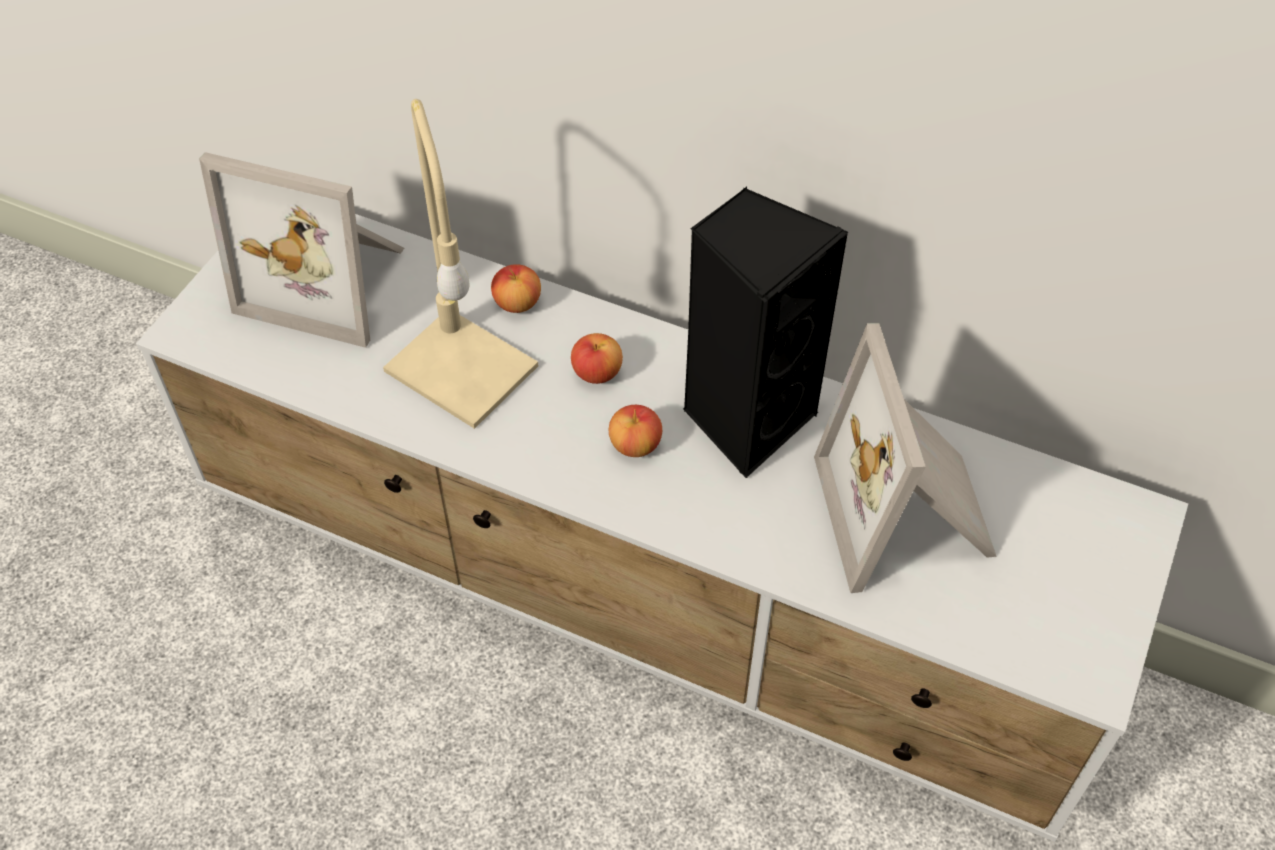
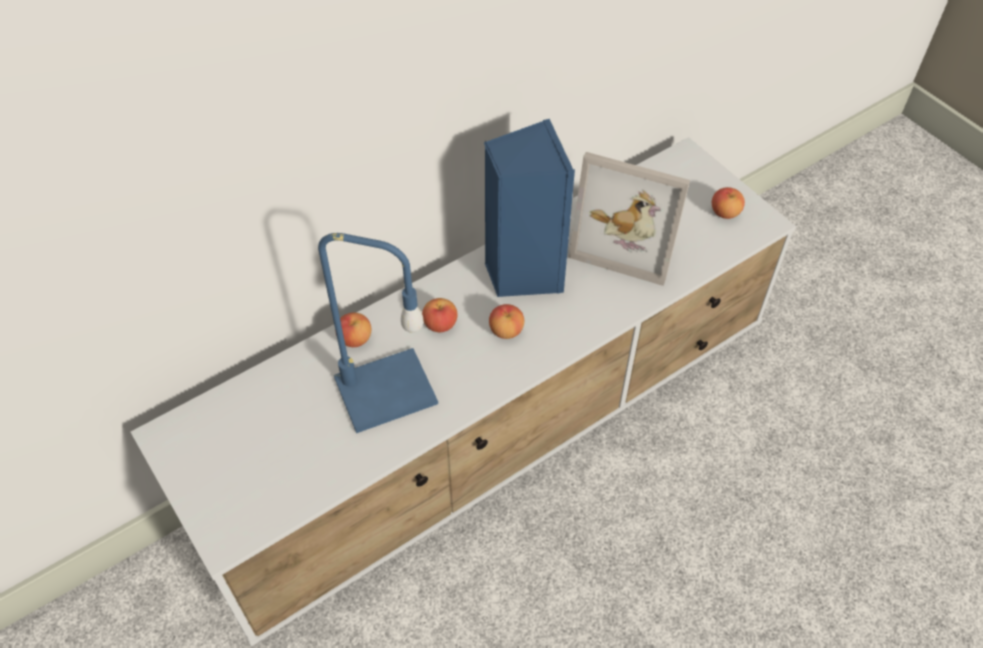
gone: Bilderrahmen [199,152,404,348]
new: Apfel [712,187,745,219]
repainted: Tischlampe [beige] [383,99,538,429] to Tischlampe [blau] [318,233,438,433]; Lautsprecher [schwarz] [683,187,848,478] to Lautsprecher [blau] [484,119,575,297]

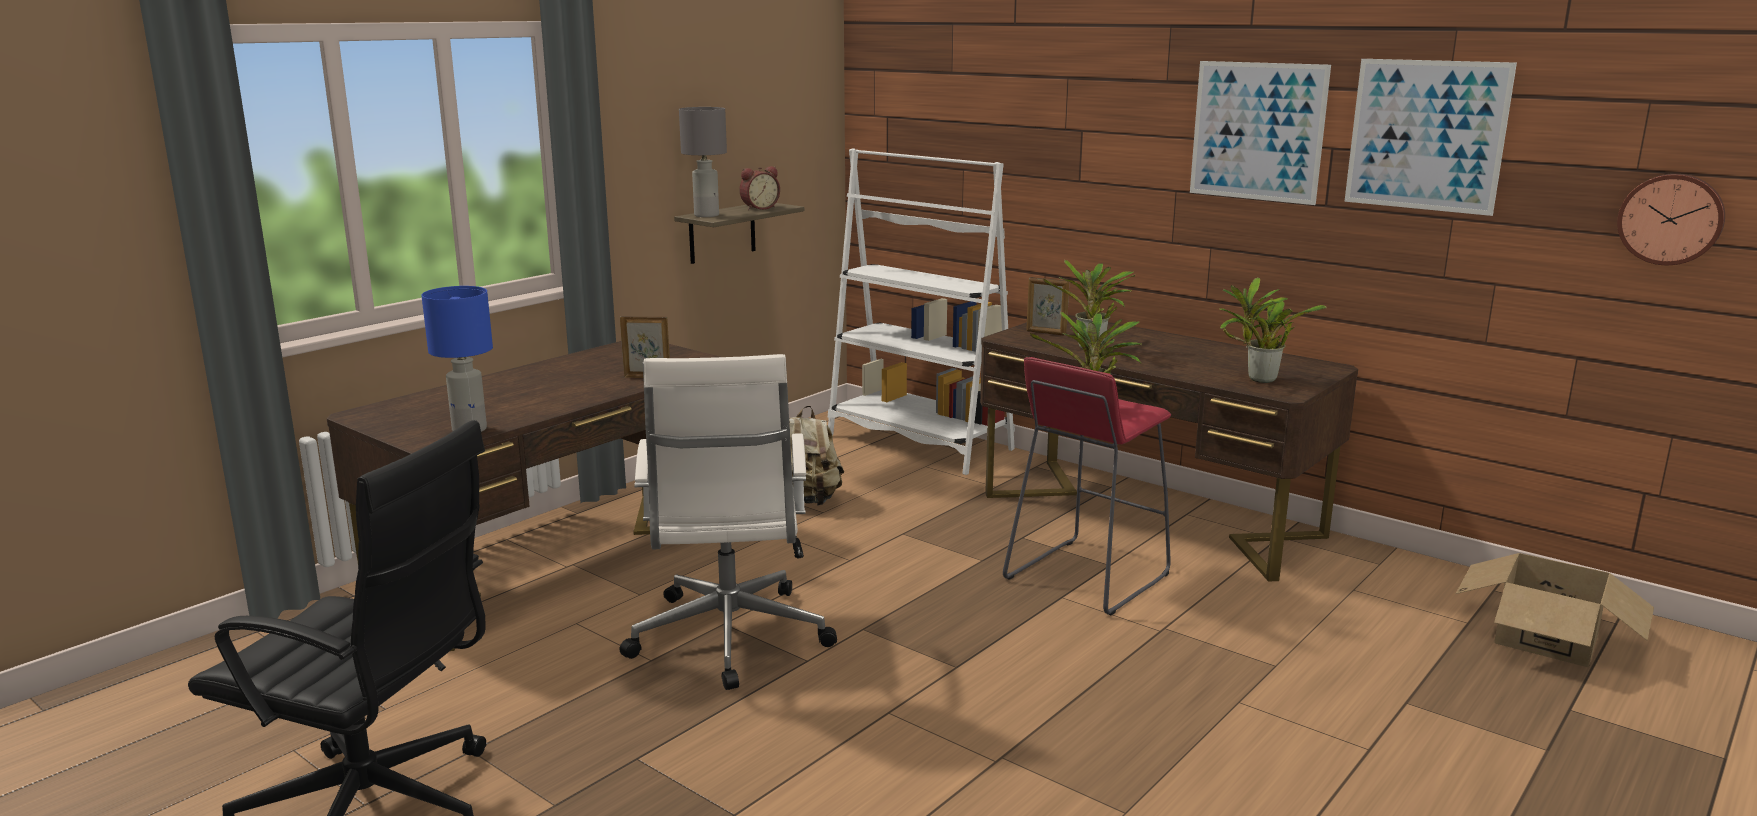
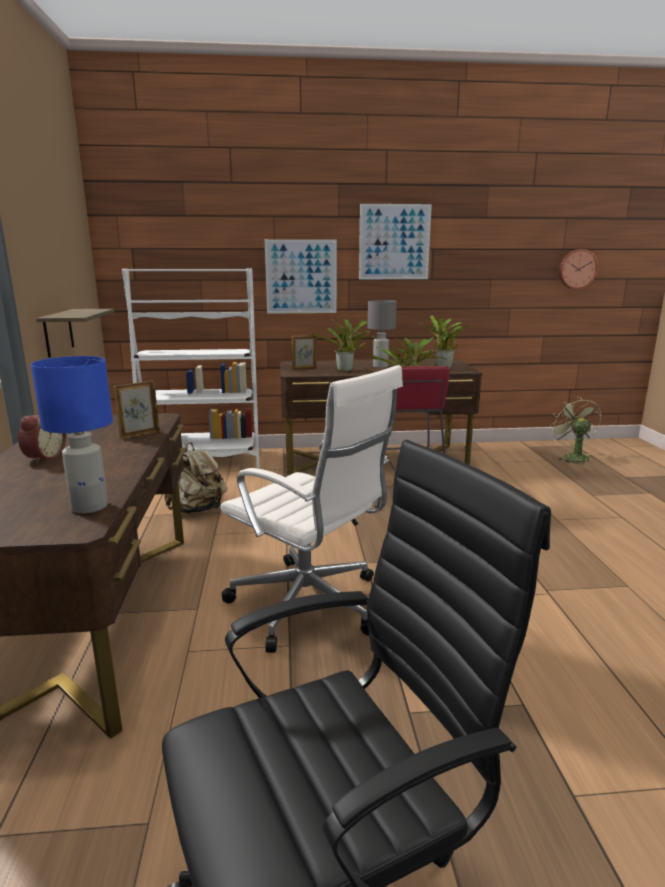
shifted: Bild [1344,59,1517,216] to [265,239,337,314]; Tischlampe [grau] [679,107,727,217] to [368,300,397,368]; Wecker [739,166,780,210] to [18,413,66,464]
swapped: Karton [1456,553,1654,667] to Ventilator [grün] [551,397,601,465]

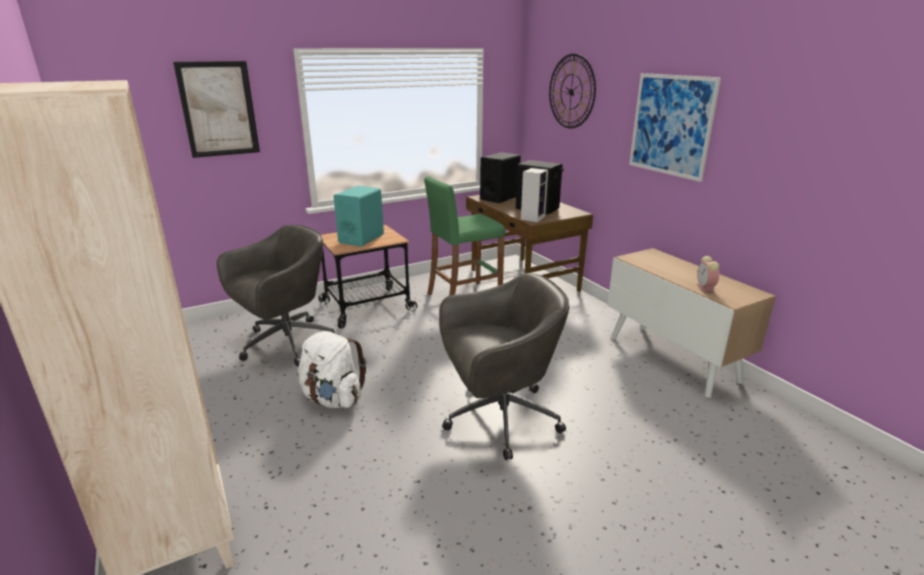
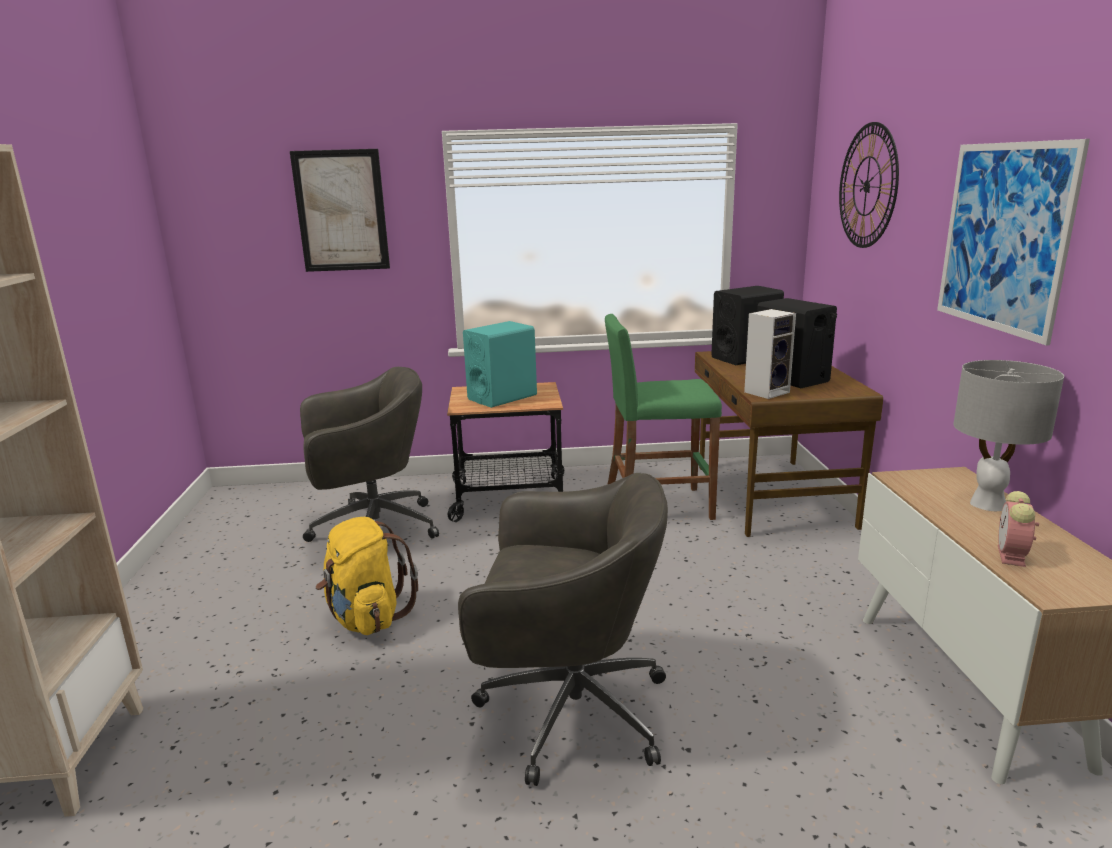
new: Tischlampe [grau] [953,360,1064,511]
repainted: Rucksack [weiß] [298,331,366,408] to Rucksack [gelb] [316,517,418,635]

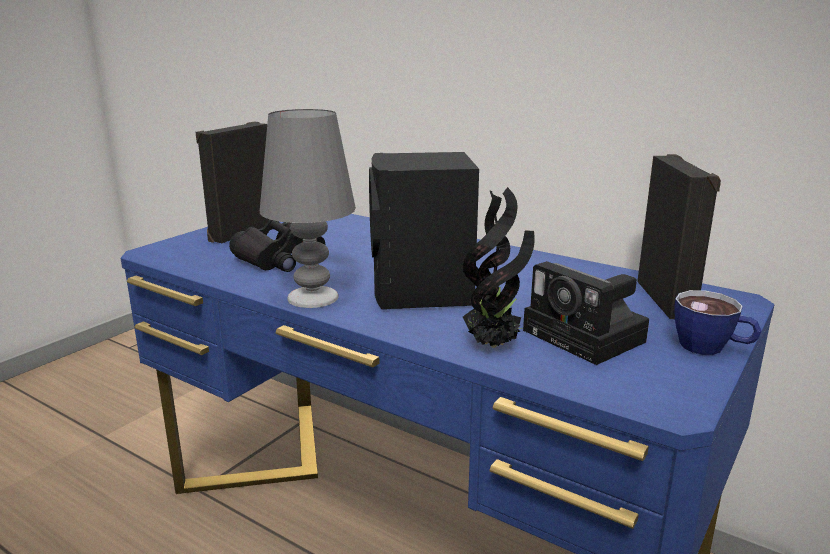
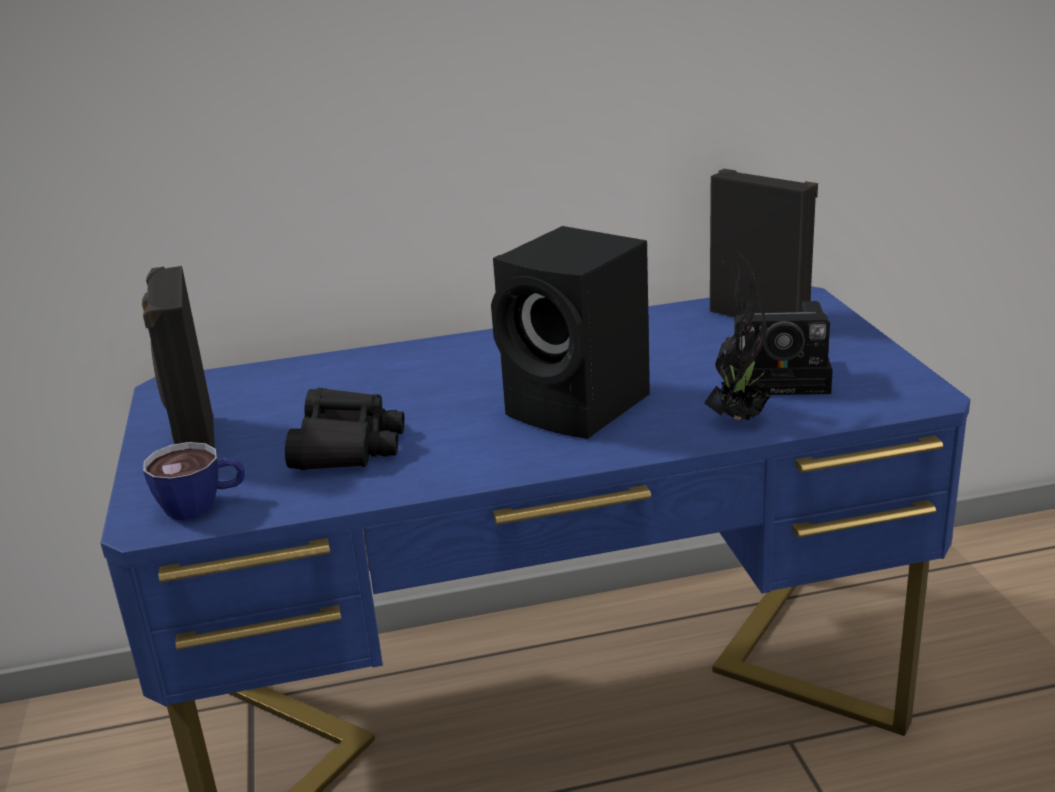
gone: Tischlampe [grau] [260,109,356,308]
shifted: Tasse [674,290,762,355] to [143,442,245,521]

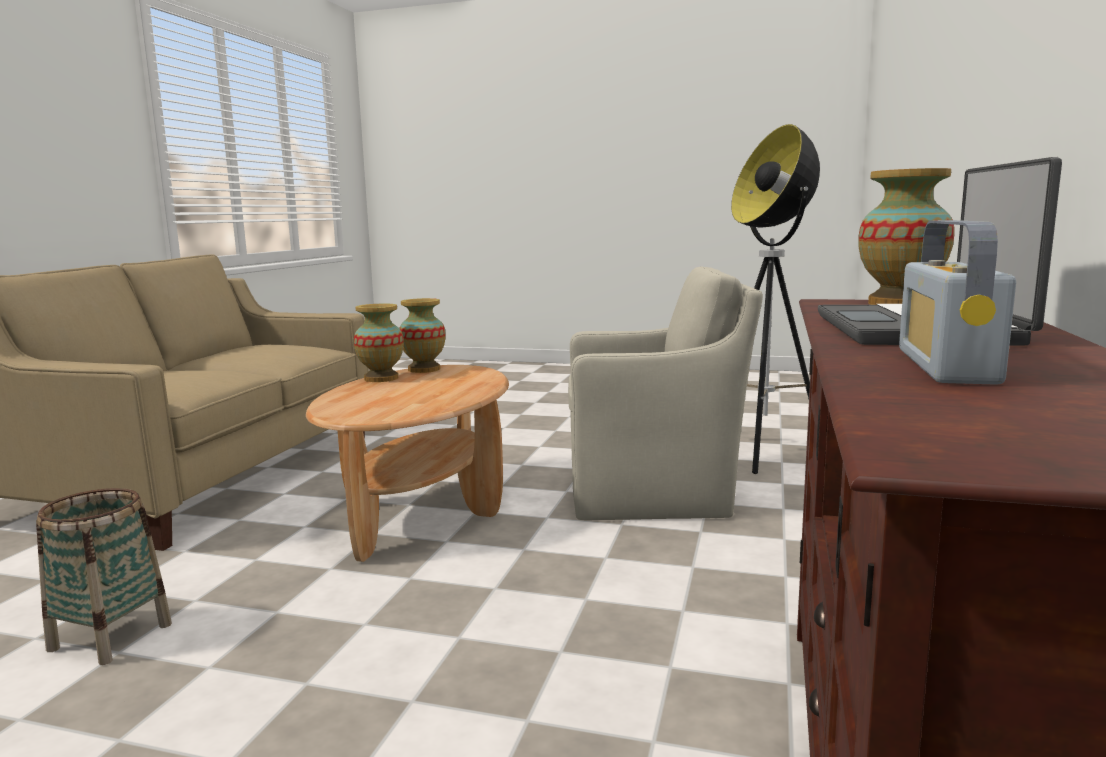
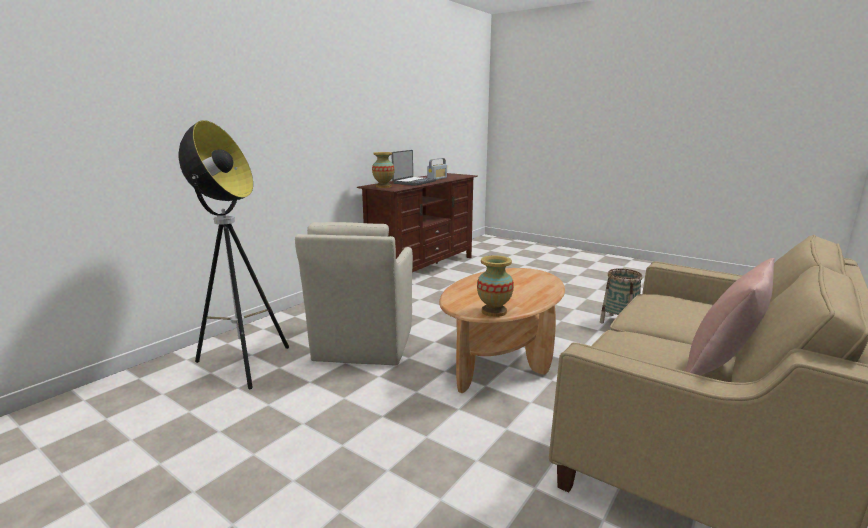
gone: Vase [354,304,404,382]
new: Kissen [rosa] [685,258,775,376]
rotated: Sessel [beige] [568,266,763,520] = [295,222,413,365] 105 degrees counterclockwise

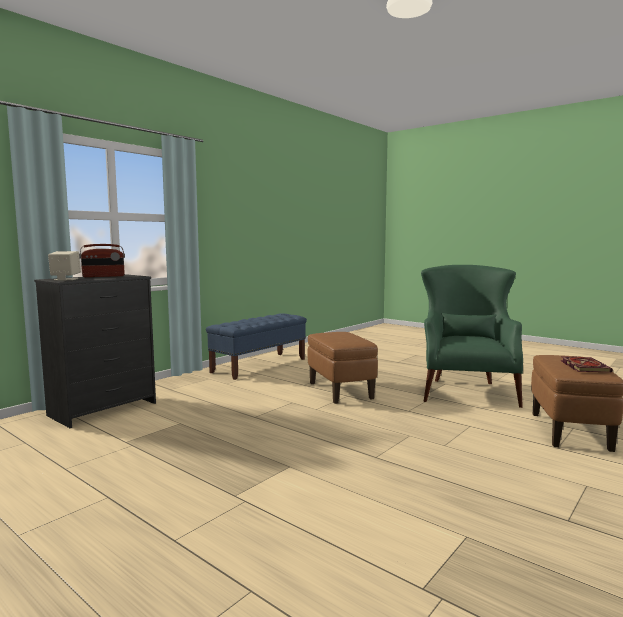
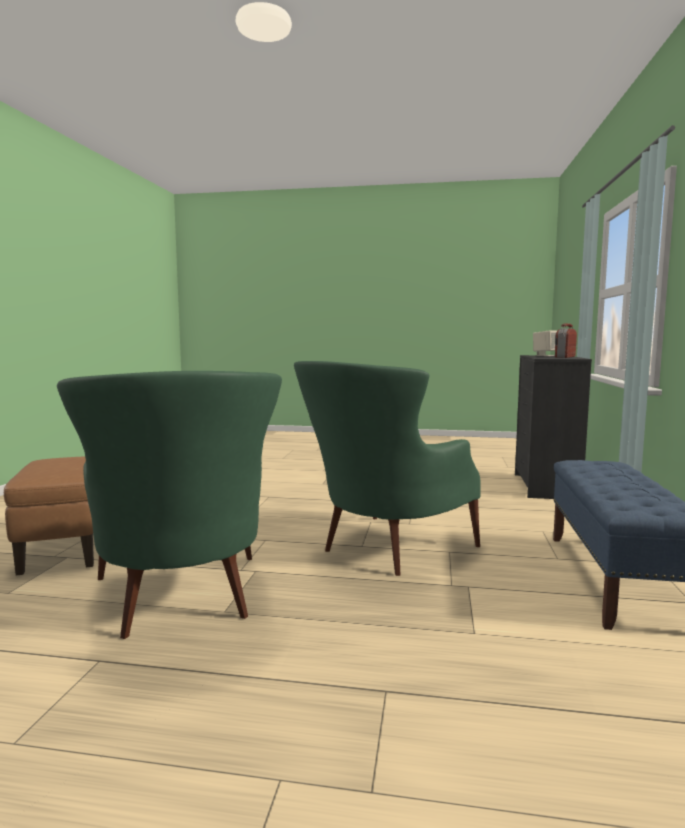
gone: Buch [560,356,613,372]
swapped: Polsterhocker [braun] [308,332,378,404] to Sessel [grün] [294,361,481,576]

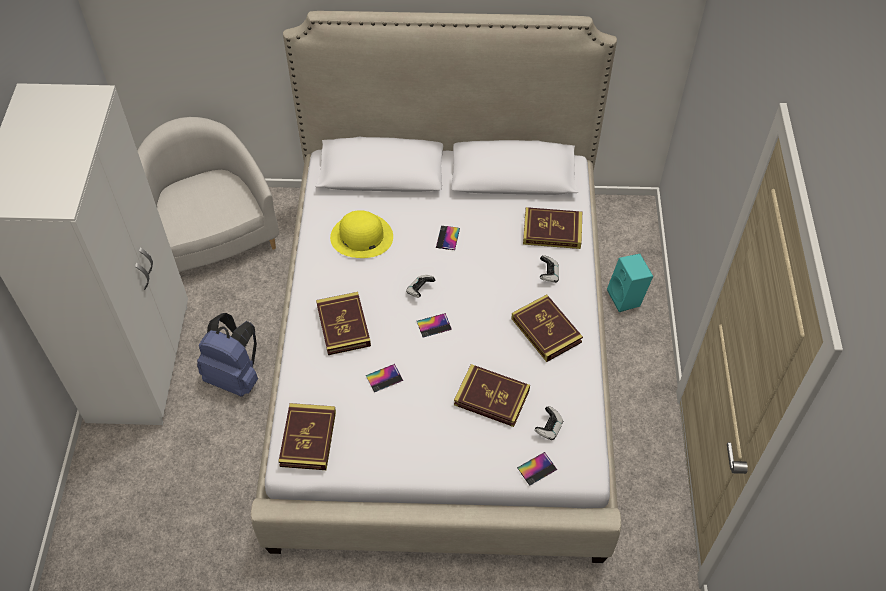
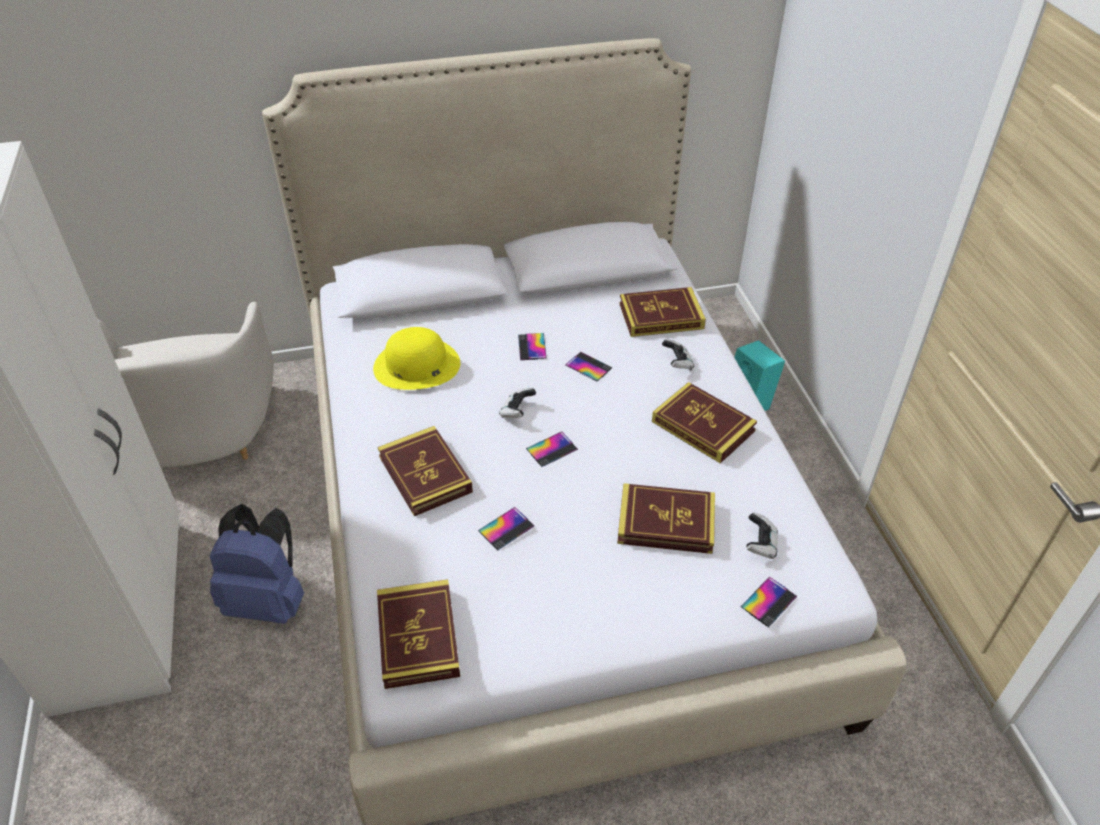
new: Handy [565,352,612,381]
rotated: Sessel [weiß] [137,117,279,272] = [98,302,274,467] 150 degrees counterclockwise

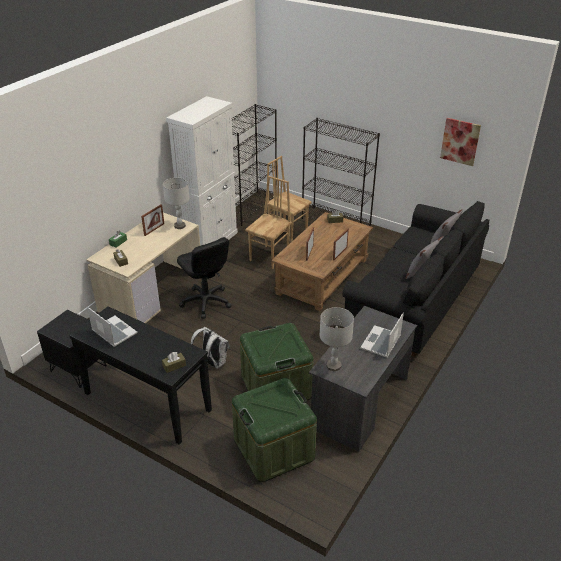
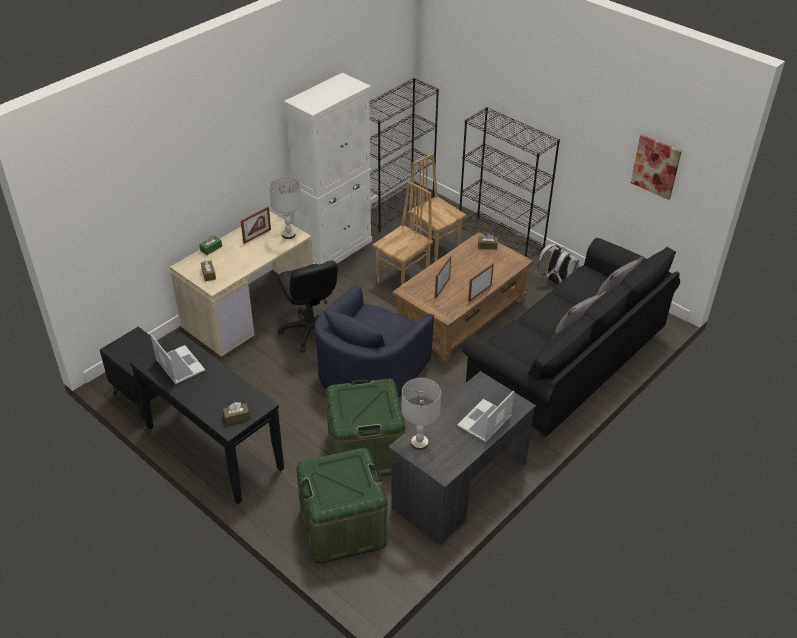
new: Sessel [blau] [315,285,434,397]
shifted: Rucksack [weiß] [191,327,230,369] to [537,243,579,285]

